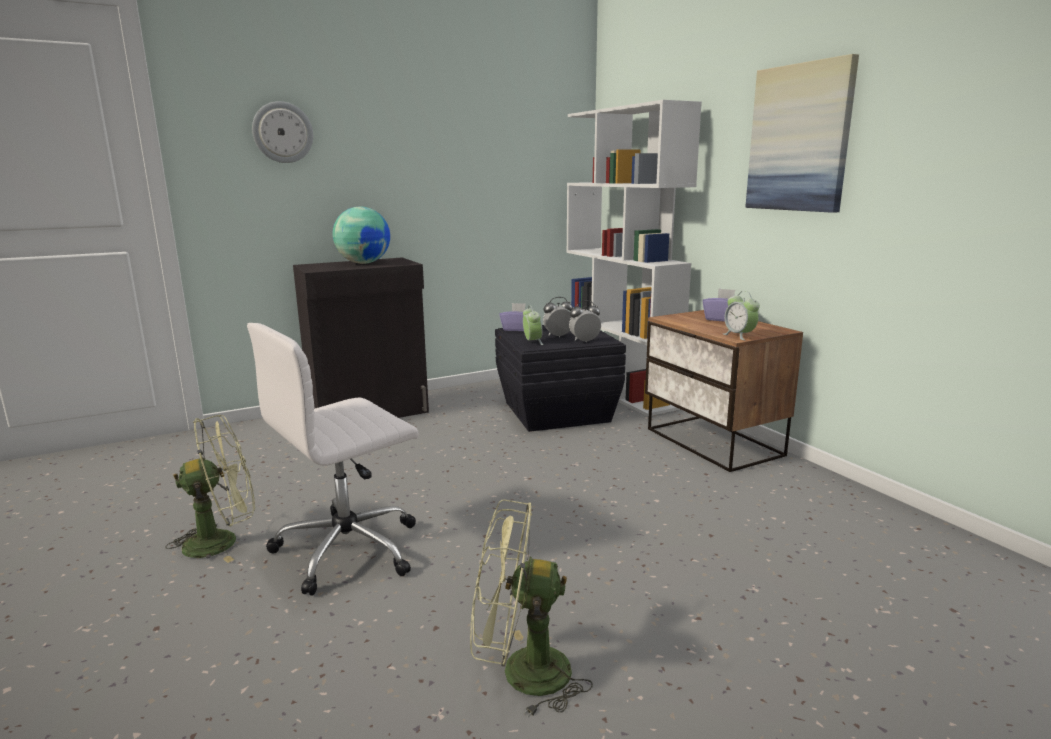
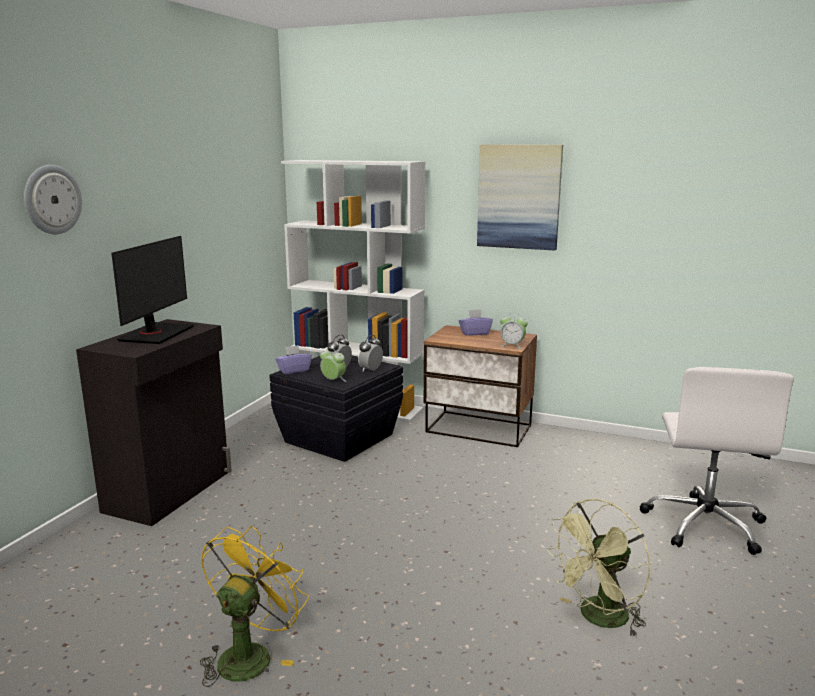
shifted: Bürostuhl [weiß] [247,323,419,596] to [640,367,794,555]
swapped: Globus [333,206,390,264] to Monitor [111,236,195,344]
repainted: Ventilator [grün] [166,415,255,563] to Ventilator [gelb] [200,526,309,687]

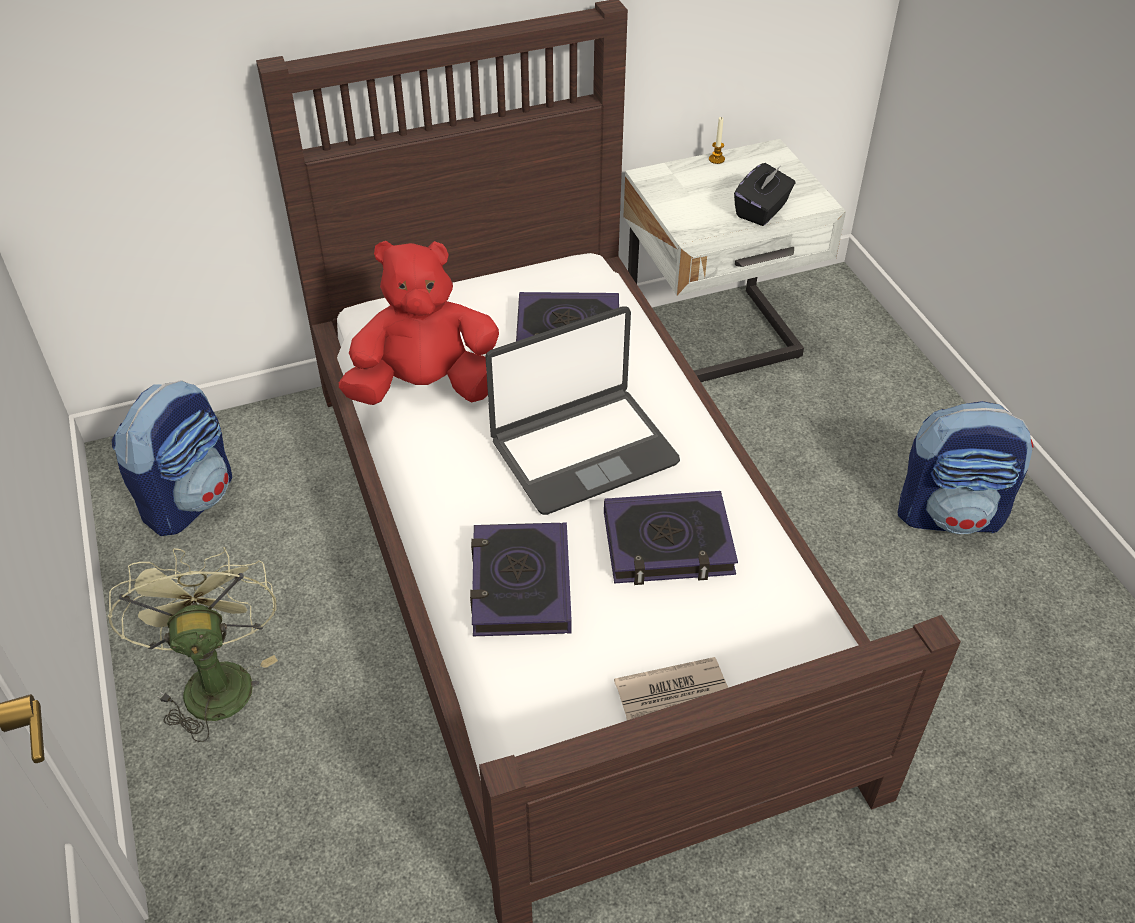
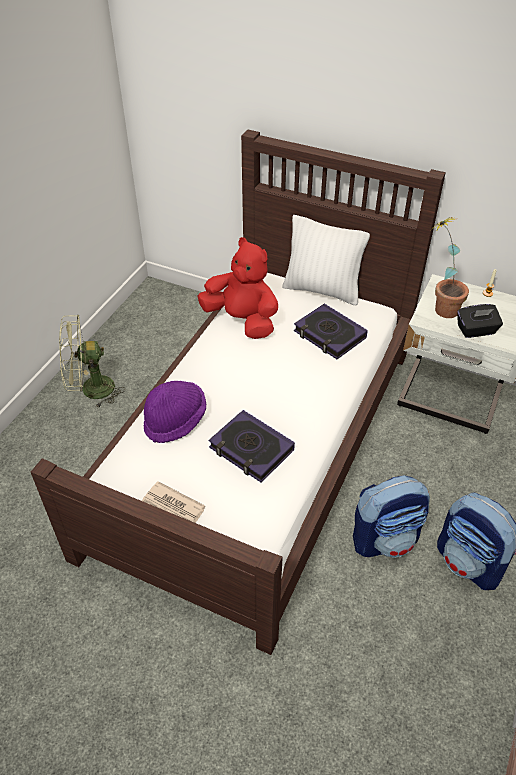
gone: Laptop [485,306,680,515]
new: Kissen [weiß] [282,215,370,305]; Topfpflanze [430,217,469,318]
shifted: Rucksack [112,380,232,536] to [353,475,430,558]
swapped: Buch [470,522,572,636] to Hut [lila] [144,381,206,443]
rotated: Ventilator [grün] [108,547,278,742] = [59,315,125,409] 135 degrees counterclockwise

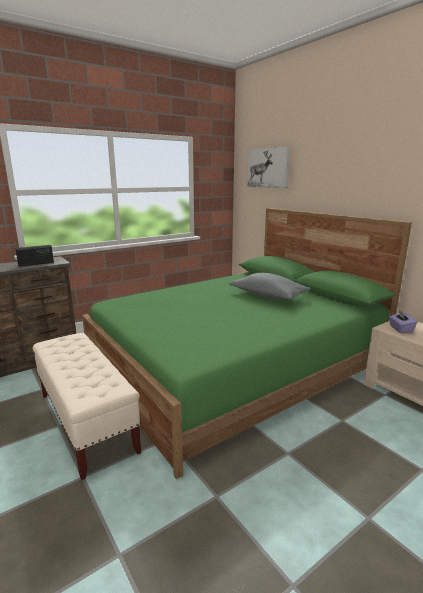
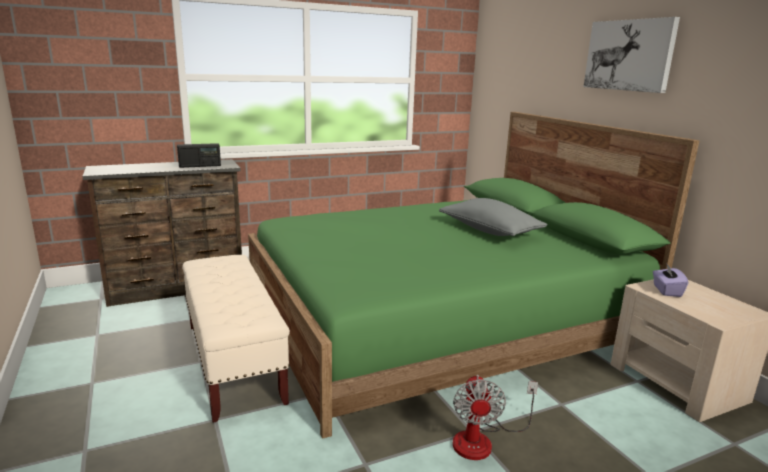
new: Ventilator [453,375,538,460]
shifted: Bild [248,146,290,188] to [583,17,680,93]

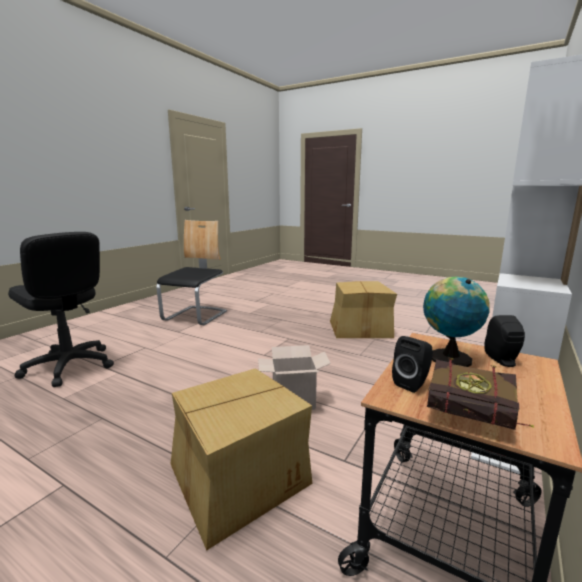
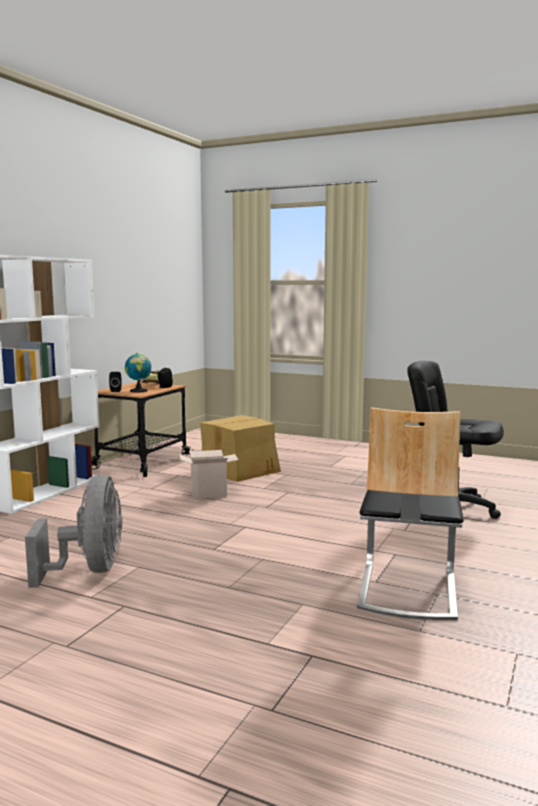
swapped: Karton [330,281,397,338] to Ventilator [grau] [25,475,123,588]

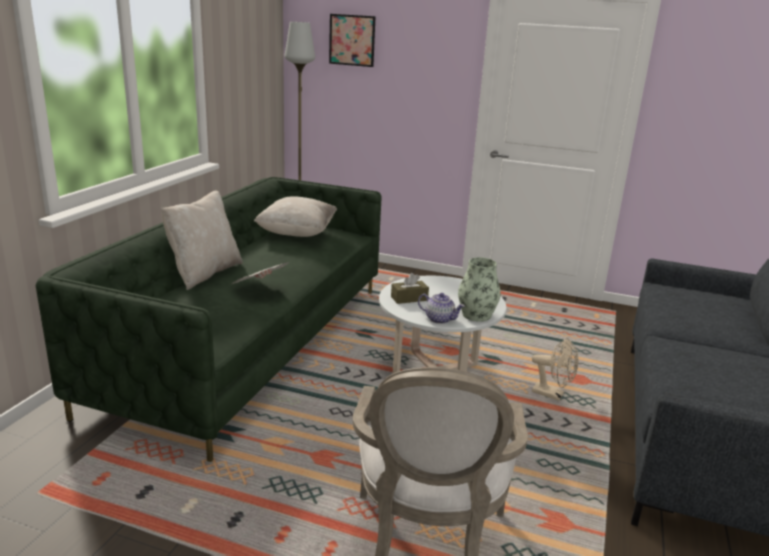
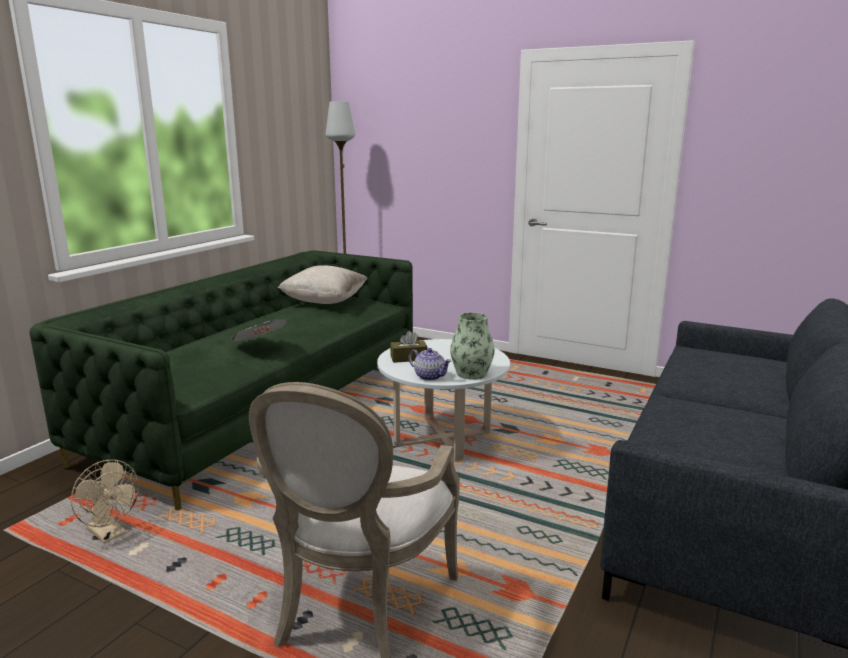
gone: Bild [329,14,376,67]; Kissen [beige] [161,190,243,290]
shifted: Ventilator [beige] [532,338,579,401] to [71,459,139,543]

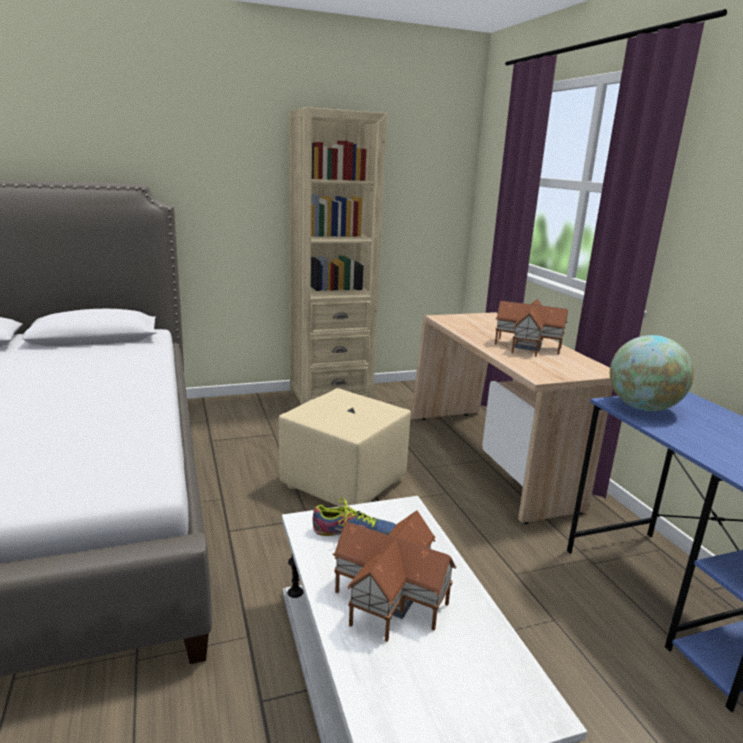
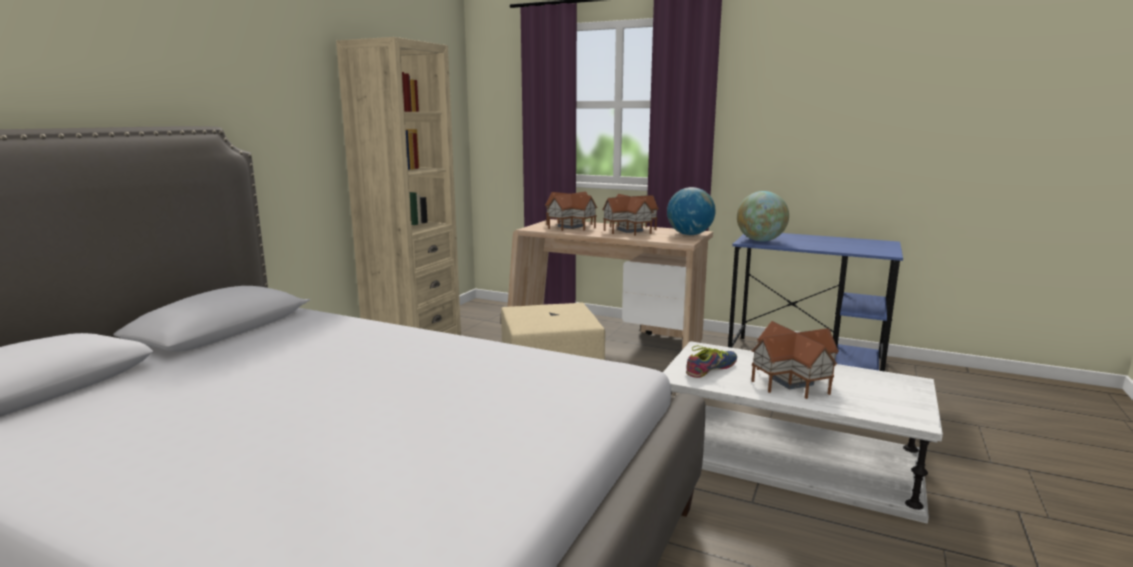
new: Globus [667,187,716,235]; Spielzeughaus [545,191,597,231]

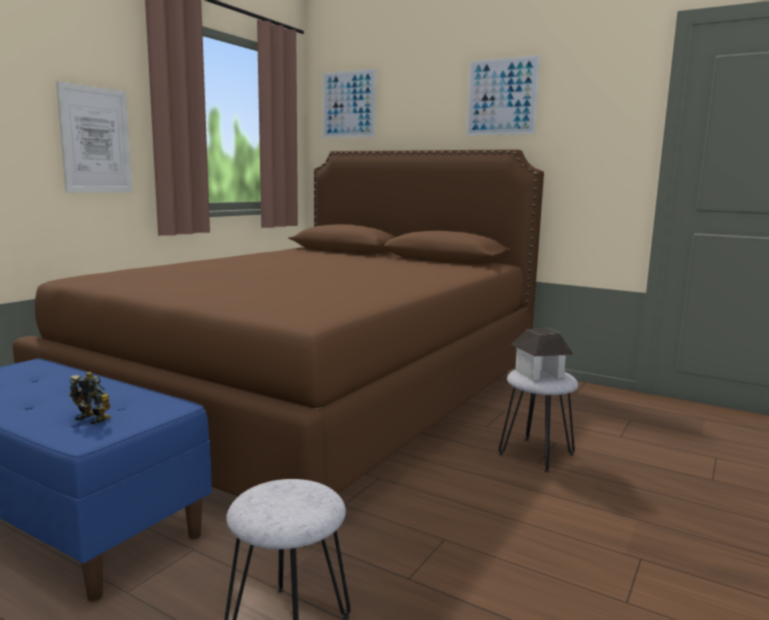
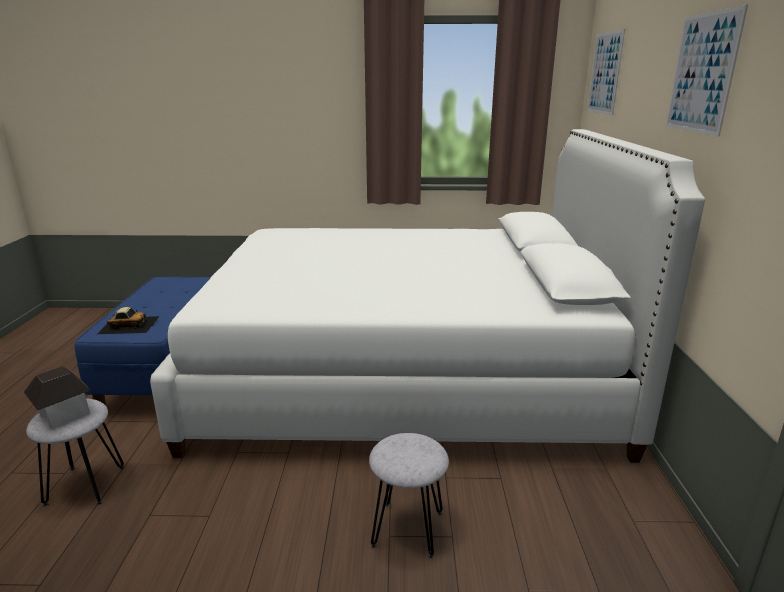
gone: Bild [56,81,132,193]
shifted: Spielzeughaus [511,328,574,380] to [24,366,91,429]
swapped: Spielzeugroboter [70,372,111,425] to Spielzeugauto [97,307,159,334]
repainted: Bett [braun] [12,149,544,547] to Bett [weiß] [150,129,705,463]

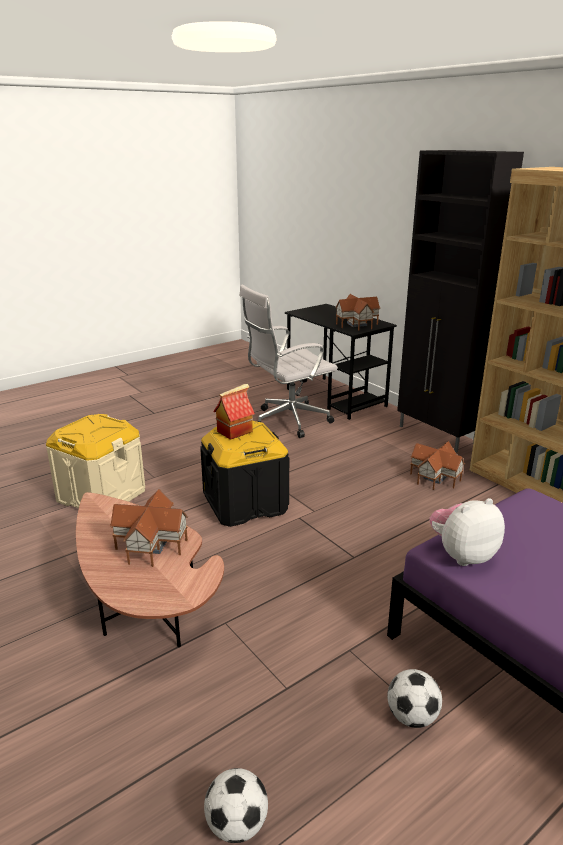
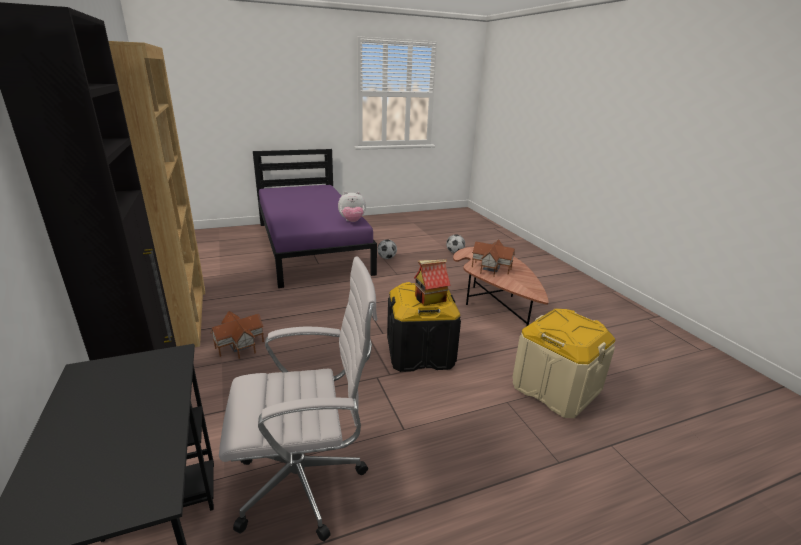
gone: Spielzeughaus [335,294,380,330]

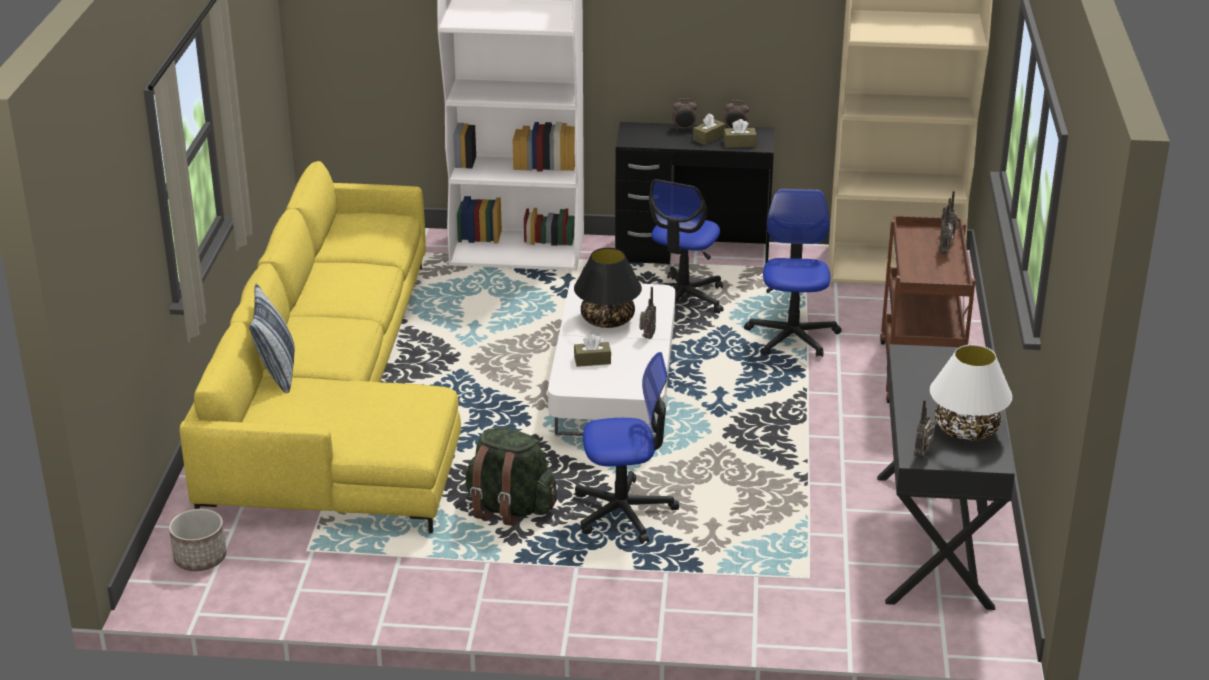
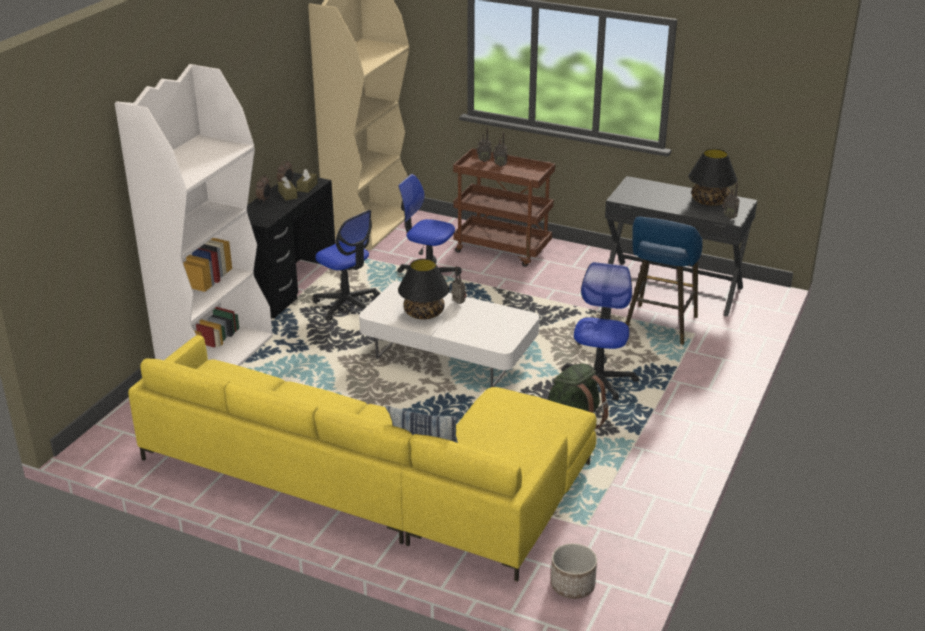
gone: Taschentuchbox [braun] [574,334,611,367]
new: Hocker [blau] [625,217,702,345]
repainted: Tischlampe [weiß] [930,345,1012,441] to Tischlampe [schwarz] [688,149,737,206]

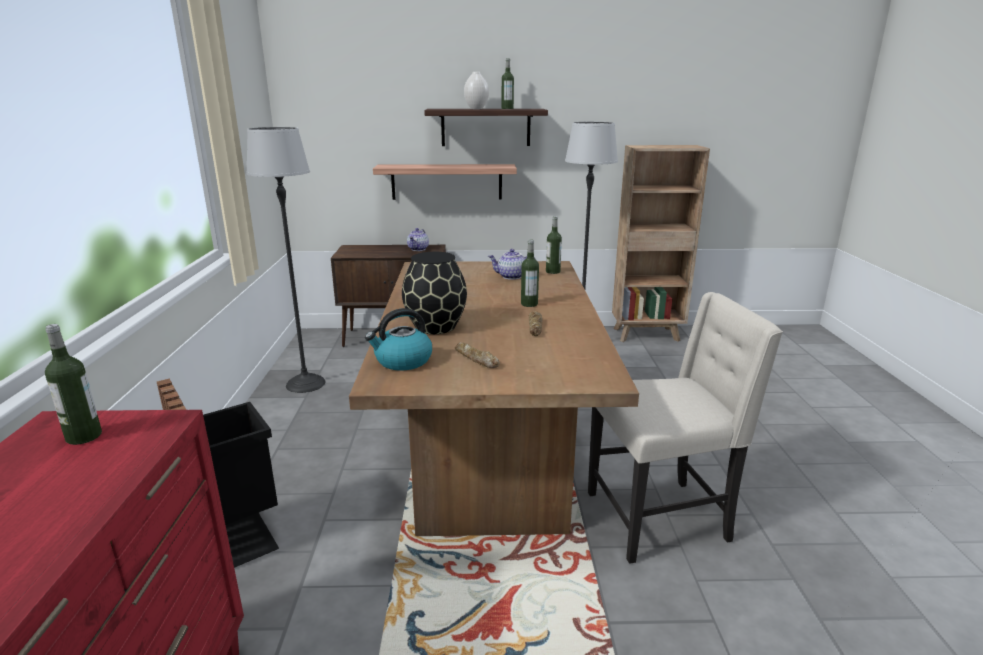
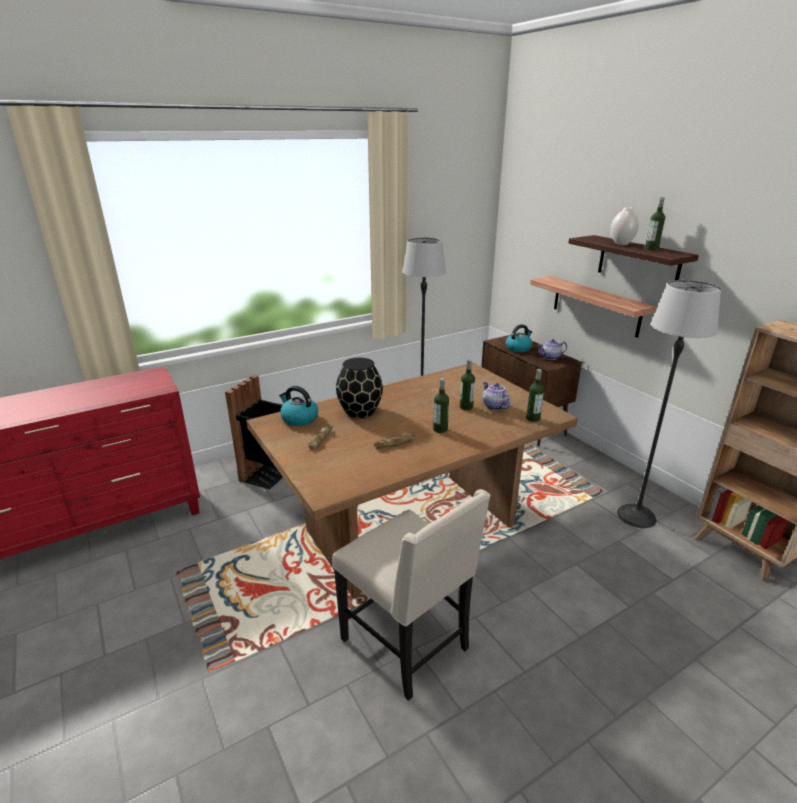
new: Wasserkessel [506,324,532,352]
shifted: Flasche [45,324,102,445] to [460,359,475,410]

